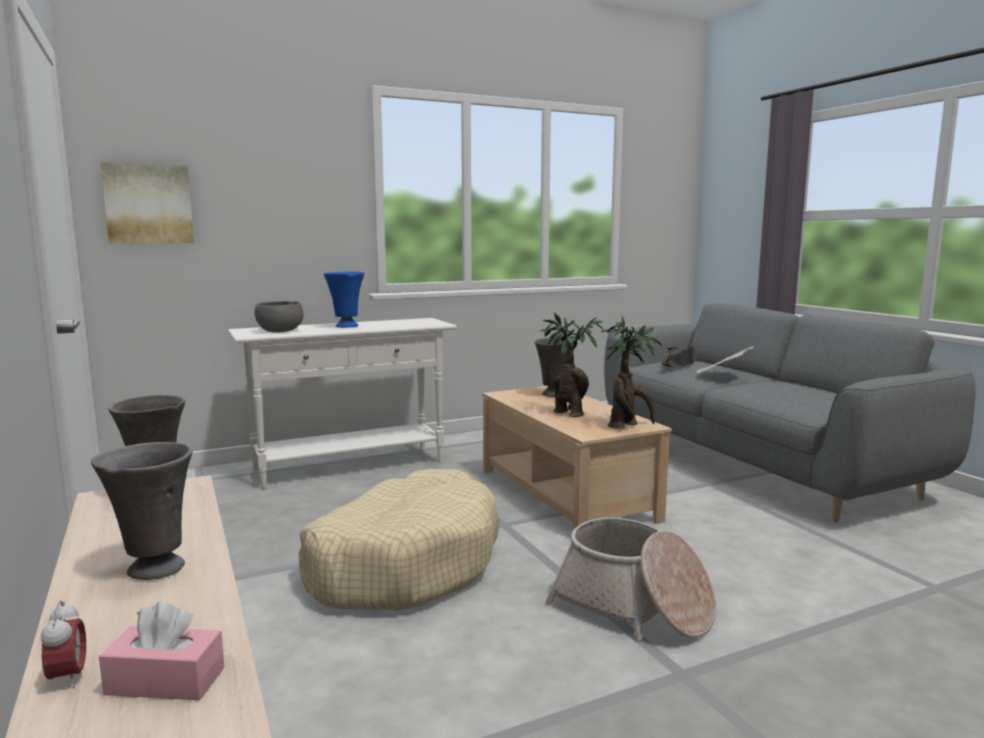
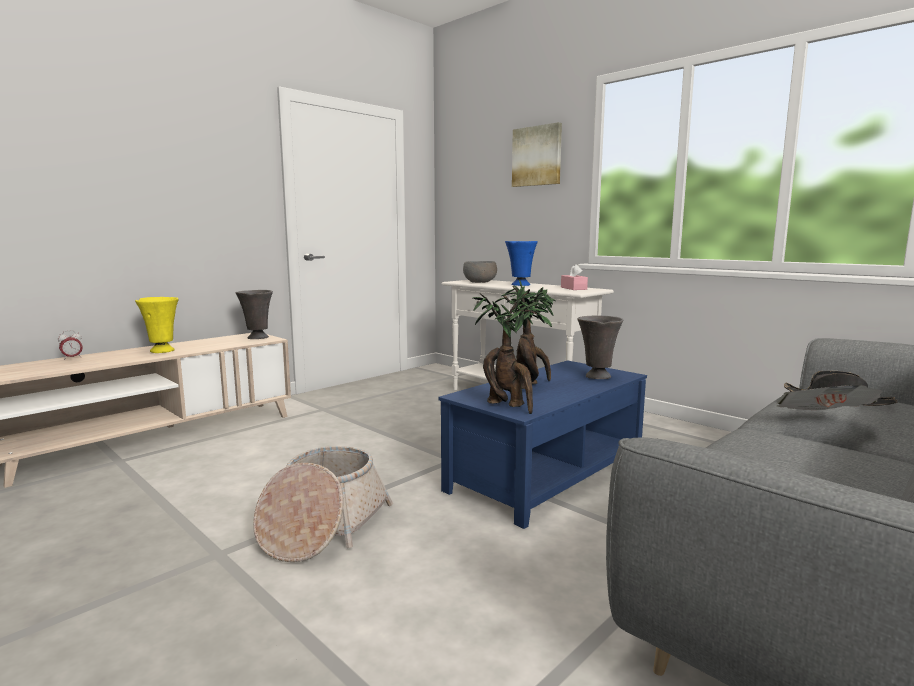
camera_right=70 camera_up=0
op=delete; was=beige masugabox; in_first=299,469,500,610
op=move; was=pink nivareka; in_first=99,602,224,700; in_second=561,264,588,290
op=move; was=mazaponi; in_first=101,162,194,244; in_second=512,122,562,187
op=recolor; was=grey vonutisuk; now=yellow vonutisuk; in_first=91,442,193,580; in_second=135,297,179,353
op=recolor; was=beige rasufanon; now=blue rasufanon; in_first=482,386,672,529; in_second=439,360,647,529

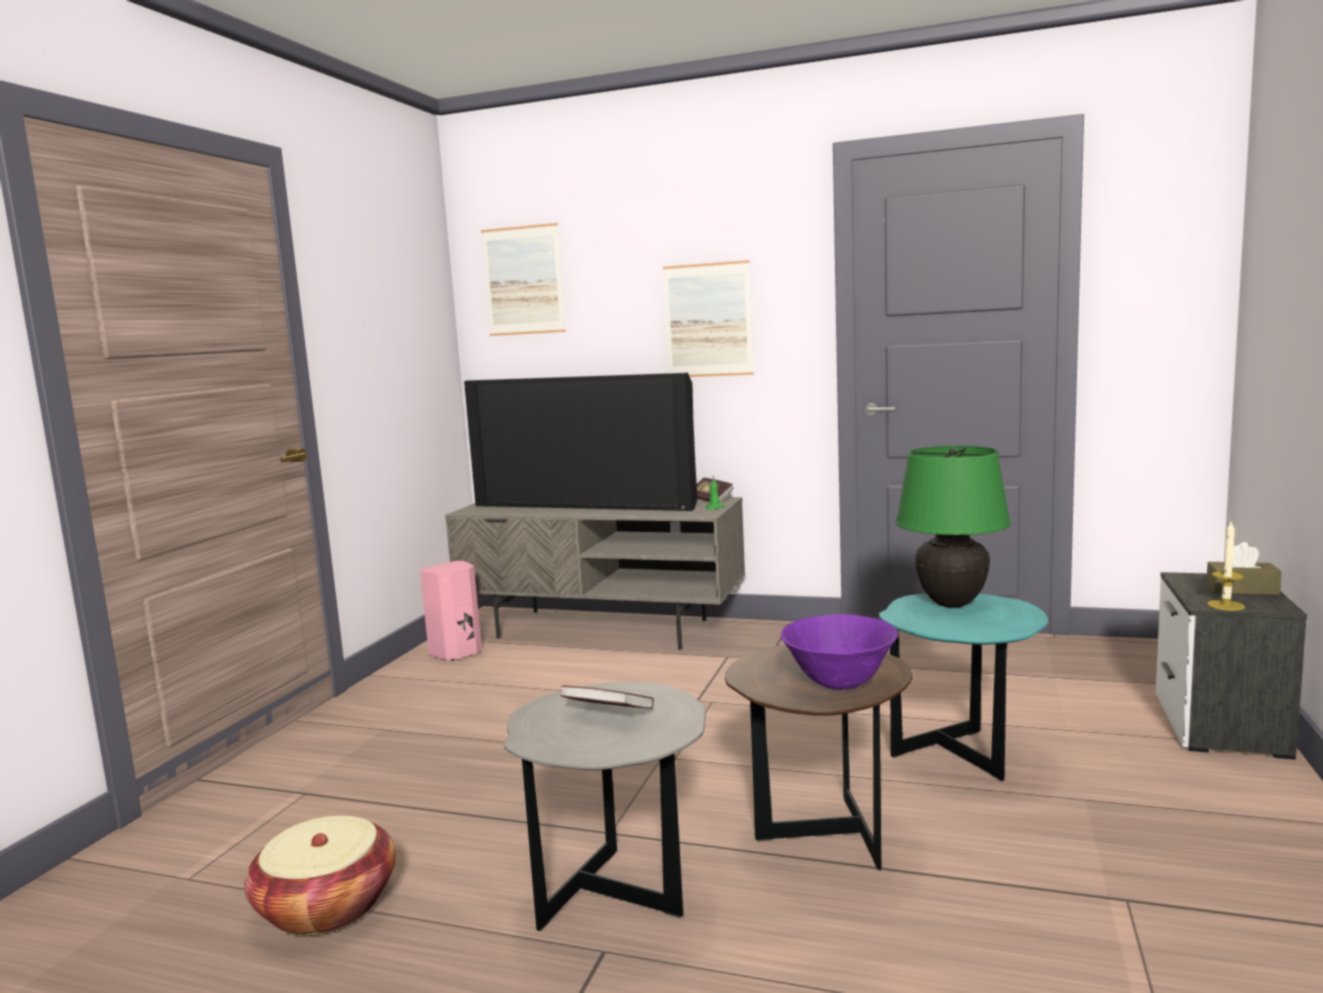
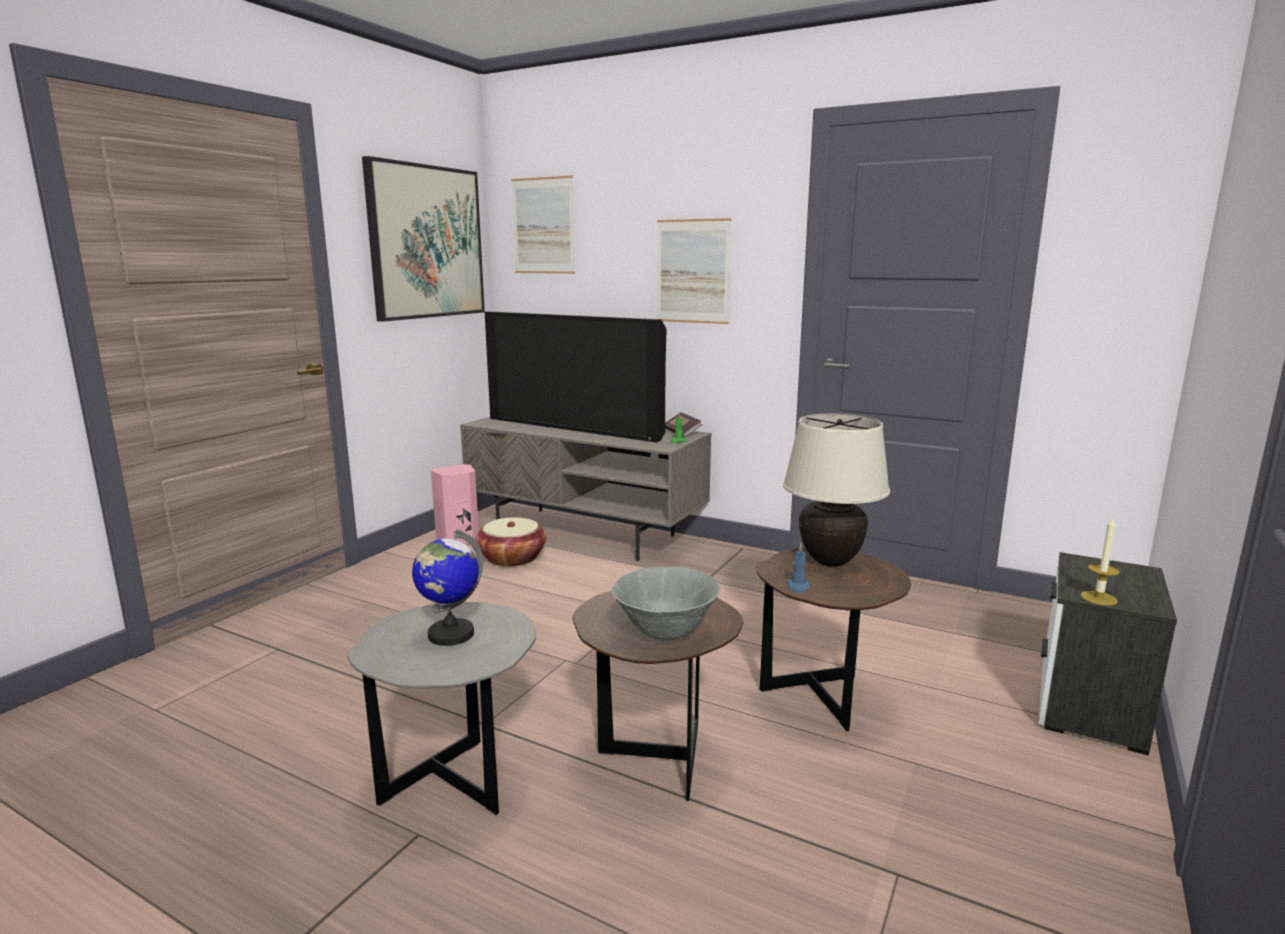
camera_right=10 camera_up=5
op=delete; was=brown nivareka; in_first=1206,542,1281,595
op=insert; now=mazaponi; in_second=362,156,485,322
op=insert; now=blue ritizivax; in_second=786,544,811,593
op=move; was=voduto; in_first=244,816,396,936; in_second=475,517,547,567
op=replace; was=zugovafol; now=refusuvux; in_first=560,685,654,709; in_second=412,529,483,646
op=recolor; was=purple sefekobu; now=grey sefekobu; in_first=781,614,898,690; in_second=611,567,720,641
op=recolor; was=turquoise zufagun; now=brown zufagun; in_first=879,593,1049,781; in_second=756,548,911,731
op=recolor; was=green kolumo; now=beige kolumo; in_first=895,446,1011,608; in_second=783,414,890,567

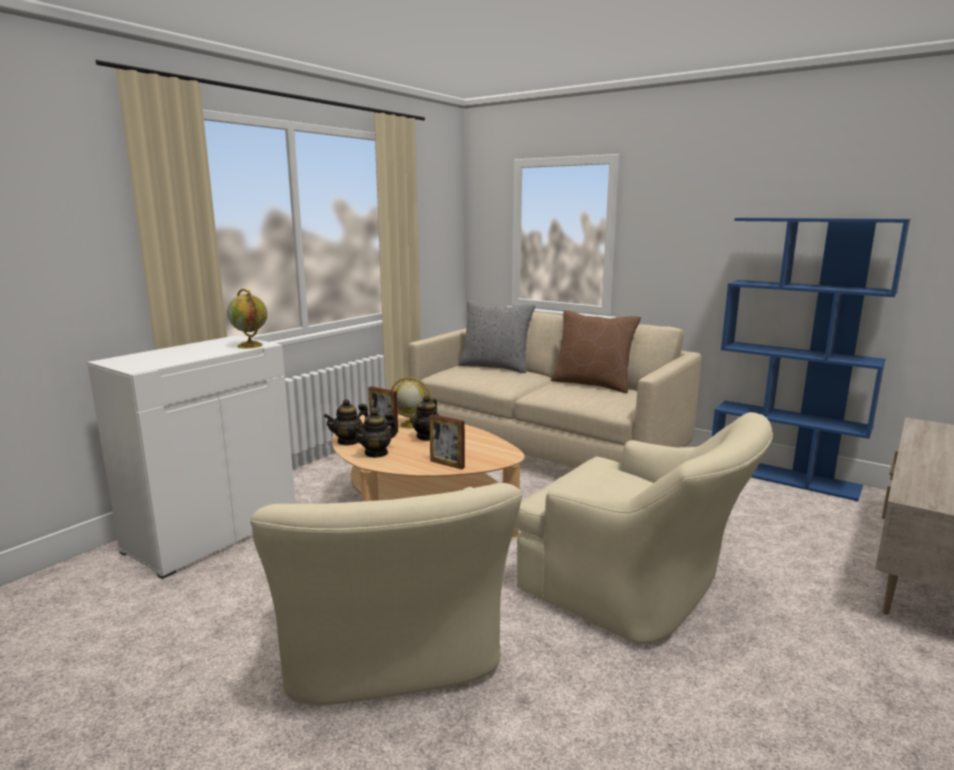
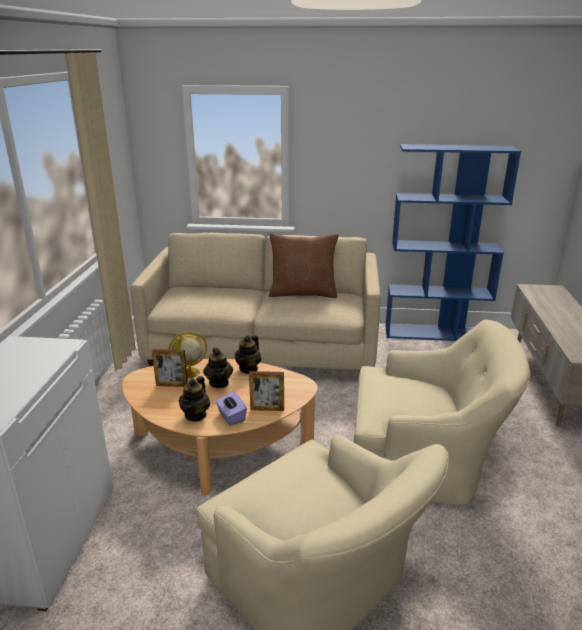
camera_right=-30 camera_up=10
op=delete; was=refusuvux; in_first=227,289,267,348
op=delete; was=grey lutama; in_first=458,301,536,373
op=insert; now=purple nivareka; in_second=216,392,247,426
op=move; was=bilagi; in_first=324,399,368,446; in_second=235,335,261,374

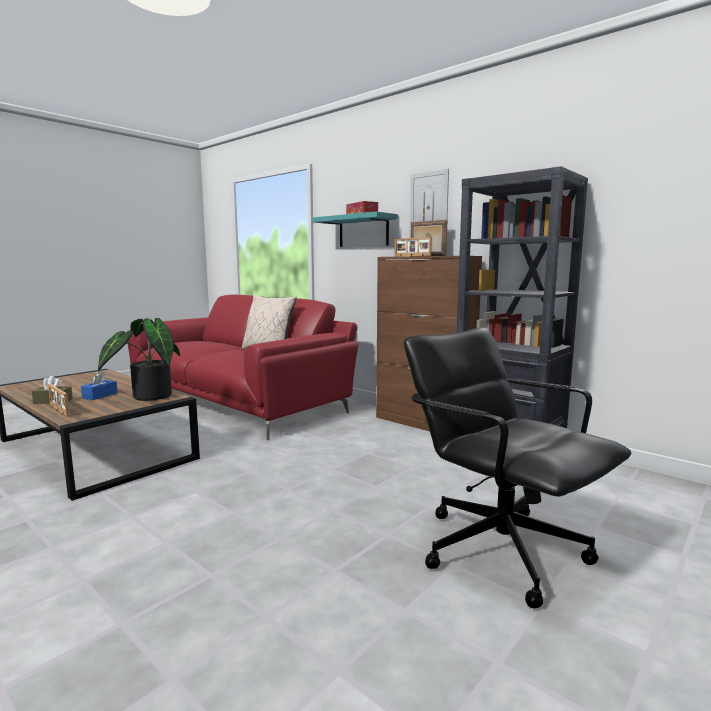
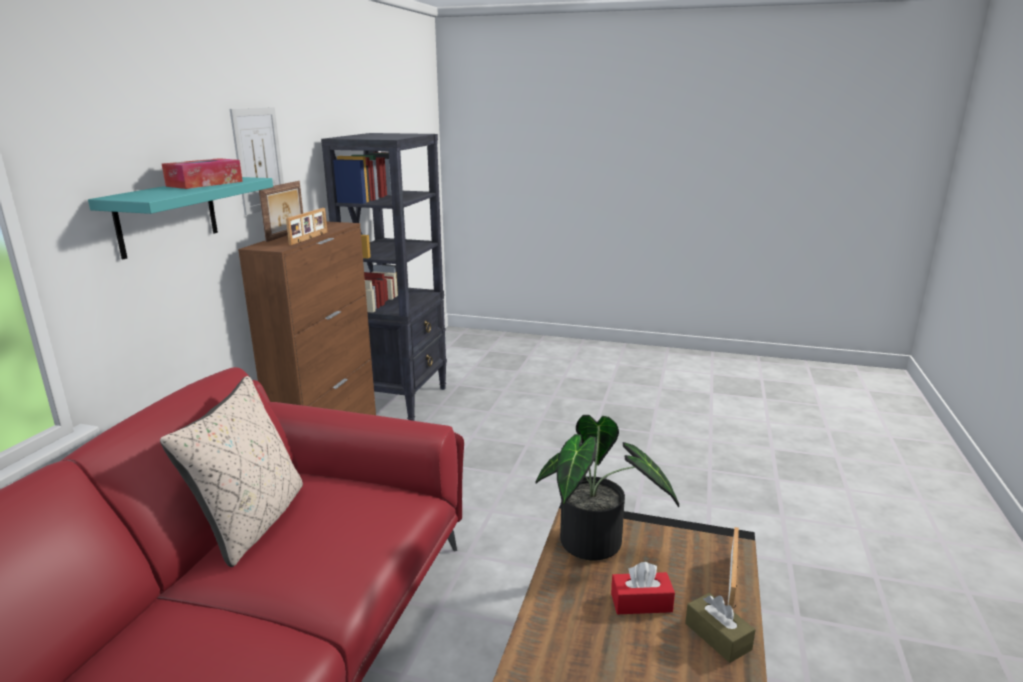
camera_right=-115 camera_up=10
op=delete; was=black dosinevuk; in_first=404,327,631,608
op=recolor; was=blue nivareka; now=red nivareka; in_first=81,372,118,400; in_second=611,562,675,614

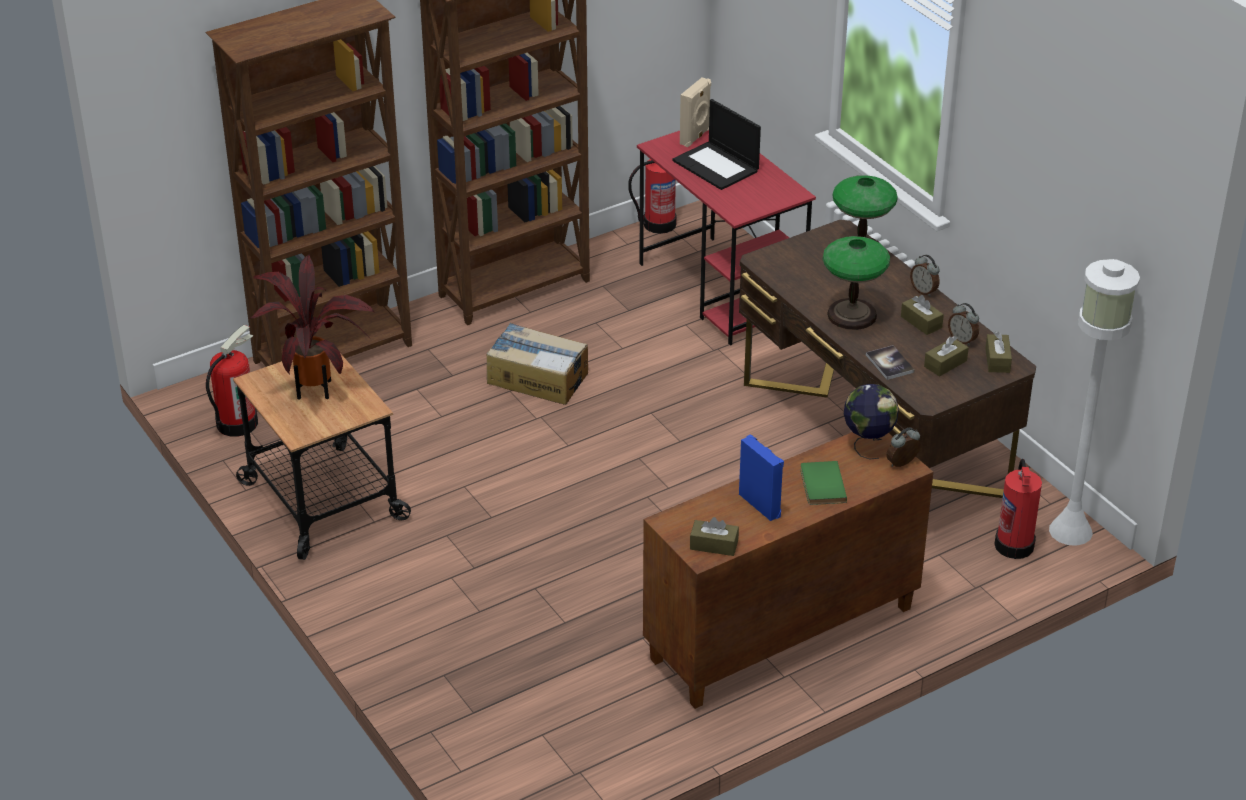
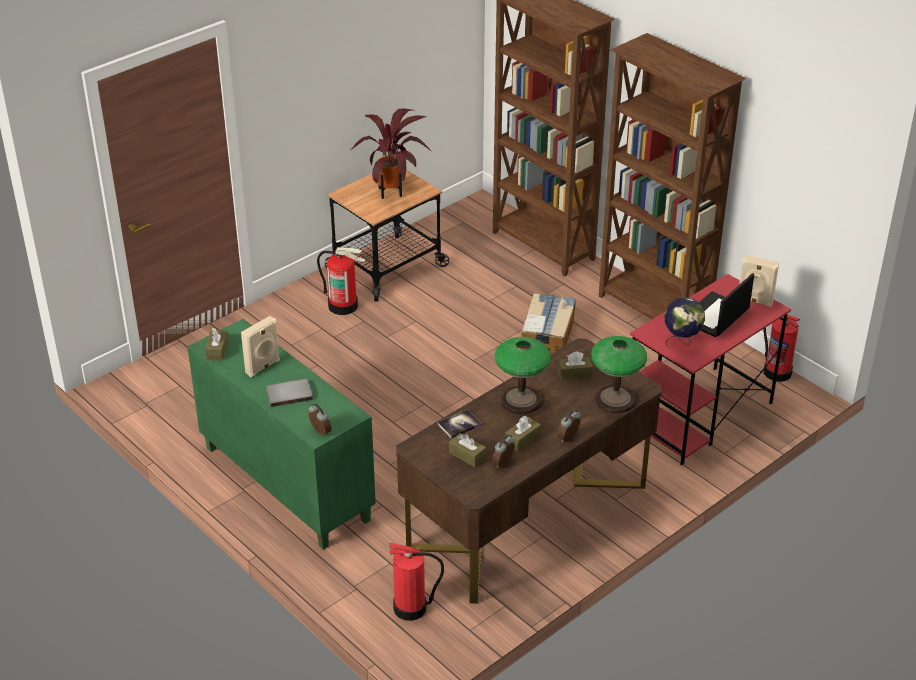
camera_right=80 camera_up=0
op=delete; was=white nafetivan; in_first=1049,259,1140,546
op=move; was=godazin; in_first=206,325,258,437; in_second=317,247,366,315
op=move; was=refusuvux; in_first=844,384,899,459; in_second=665,297,705,348
op=move; was=brown nivareka; in_first=985,331,1012,373; in_second=558,351,593,380
op=recolor; was=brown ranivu; now=green ranivu; in_first=643,432,933,709; in_second=187,319,376,550
op=recolor; was=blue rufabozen; now=beige rufabozen; in_first=739,434,784,521; in_second=241,316,280,377
op=recolor; was=green zugovafol; now=grey zugovafol; in_first=800,461,847,505; in_second=266,379,313,407

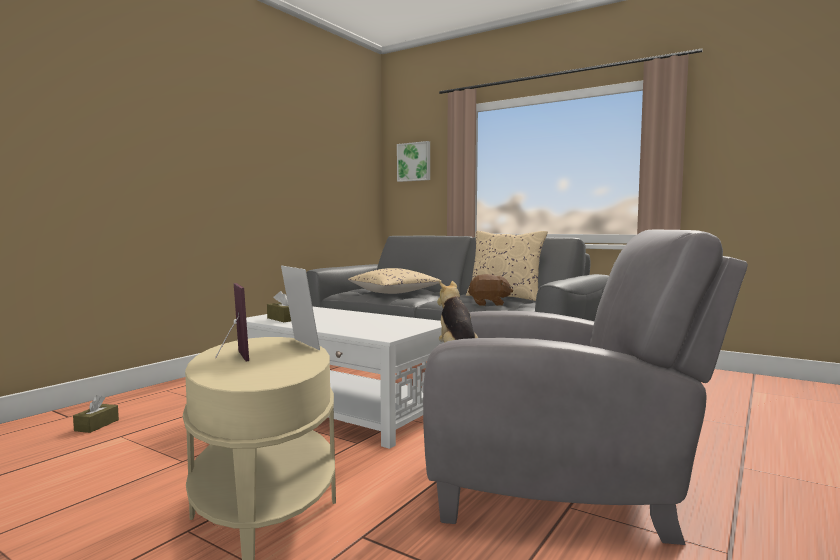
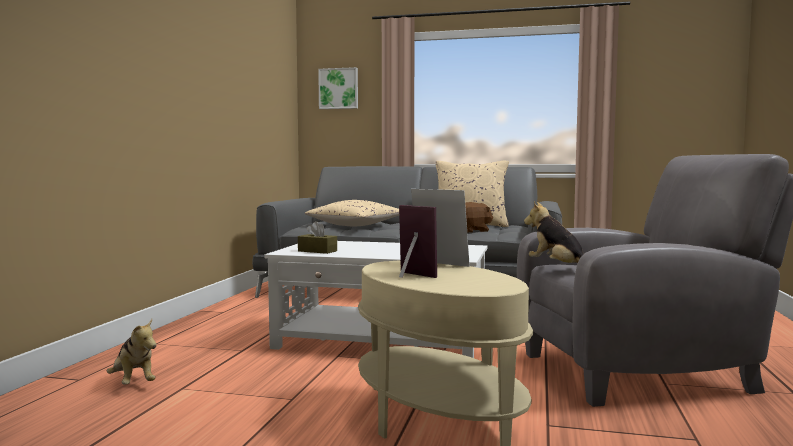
camera_right=-20 camera_up=0
op=replace; was=brown nivareka; now=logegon; in_first=73,395,119,433; in_second=107,319,157,385

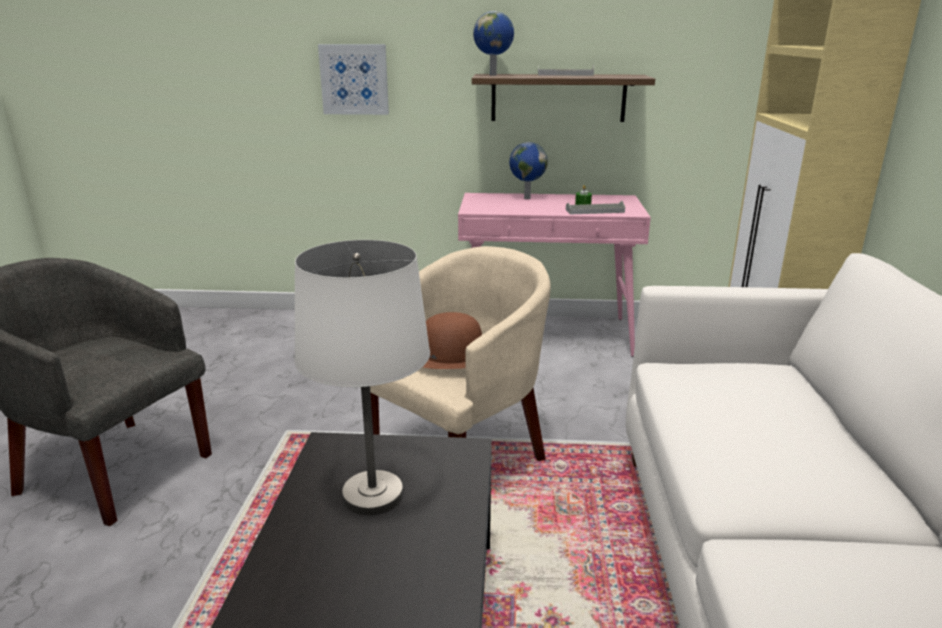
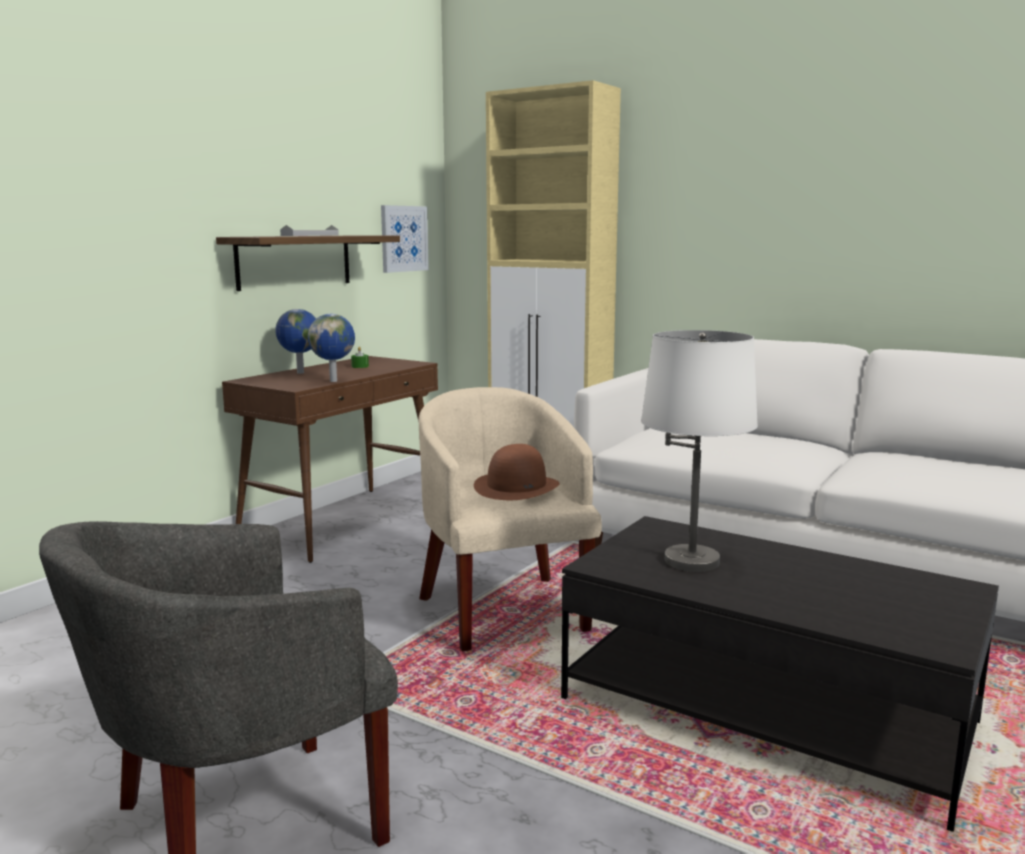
camera_right=-60 camera_up=-10
op=delete; was=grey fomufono; in_first=566,201,625,214
op=move; was=mazaponi; in_first=318,44,389,115; in_second=381,205,429,273
op=move; was=refusuvux; in_first=473,11,514,76; in_second=308,314,355,382
op=recolor; was=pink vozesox; now=brown vozesox; in_first=458,193,651,357; in_second=222,356,438,563

